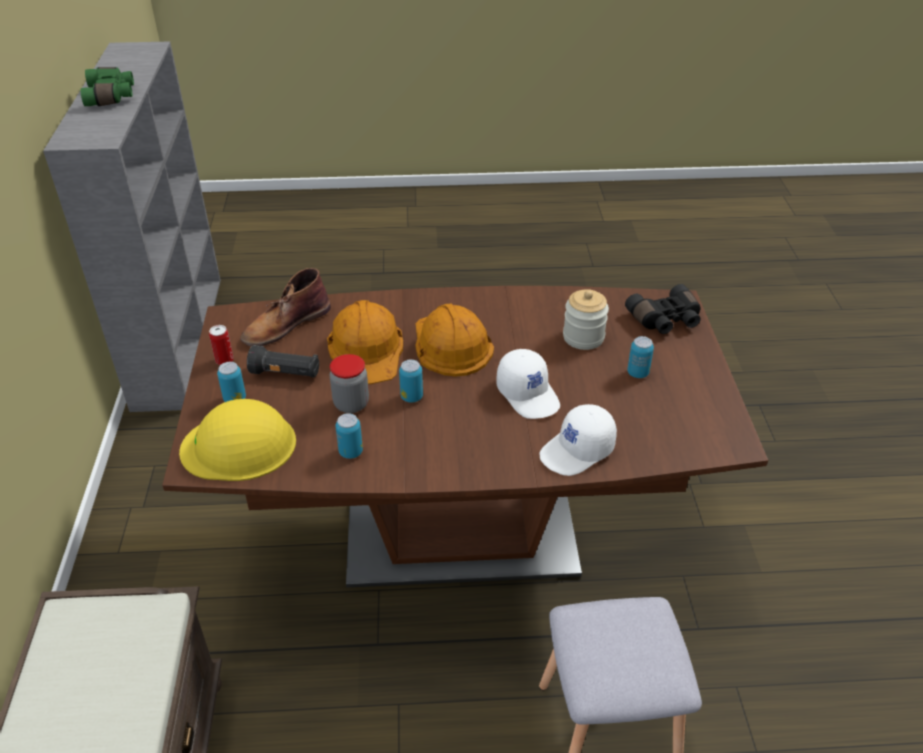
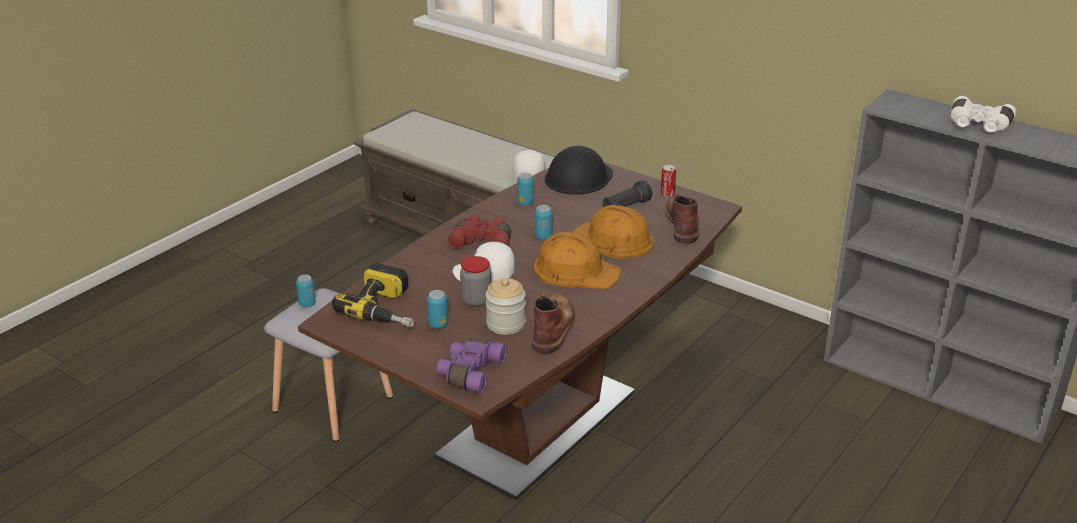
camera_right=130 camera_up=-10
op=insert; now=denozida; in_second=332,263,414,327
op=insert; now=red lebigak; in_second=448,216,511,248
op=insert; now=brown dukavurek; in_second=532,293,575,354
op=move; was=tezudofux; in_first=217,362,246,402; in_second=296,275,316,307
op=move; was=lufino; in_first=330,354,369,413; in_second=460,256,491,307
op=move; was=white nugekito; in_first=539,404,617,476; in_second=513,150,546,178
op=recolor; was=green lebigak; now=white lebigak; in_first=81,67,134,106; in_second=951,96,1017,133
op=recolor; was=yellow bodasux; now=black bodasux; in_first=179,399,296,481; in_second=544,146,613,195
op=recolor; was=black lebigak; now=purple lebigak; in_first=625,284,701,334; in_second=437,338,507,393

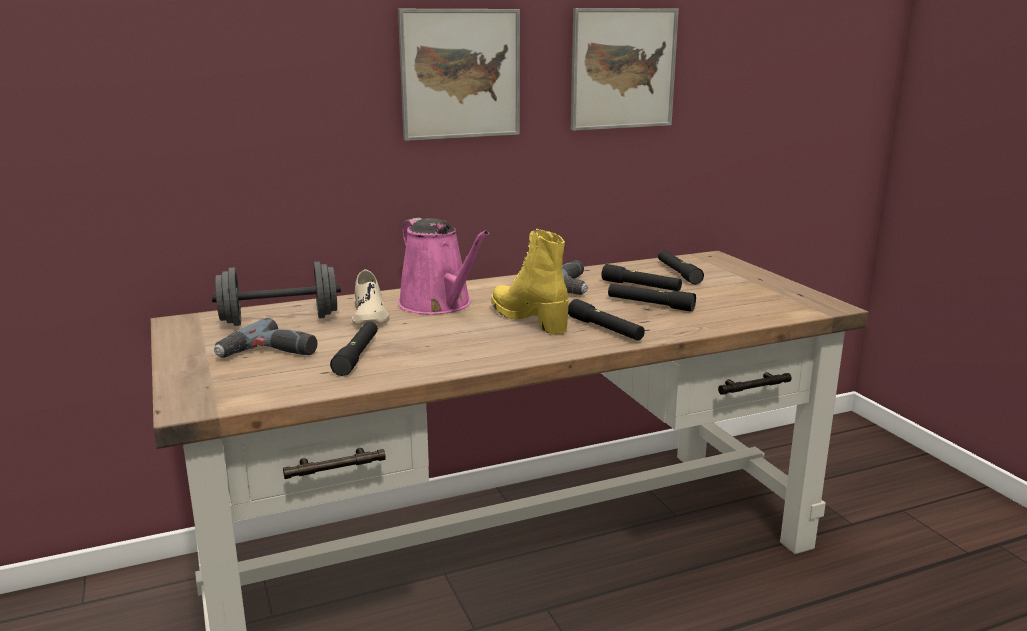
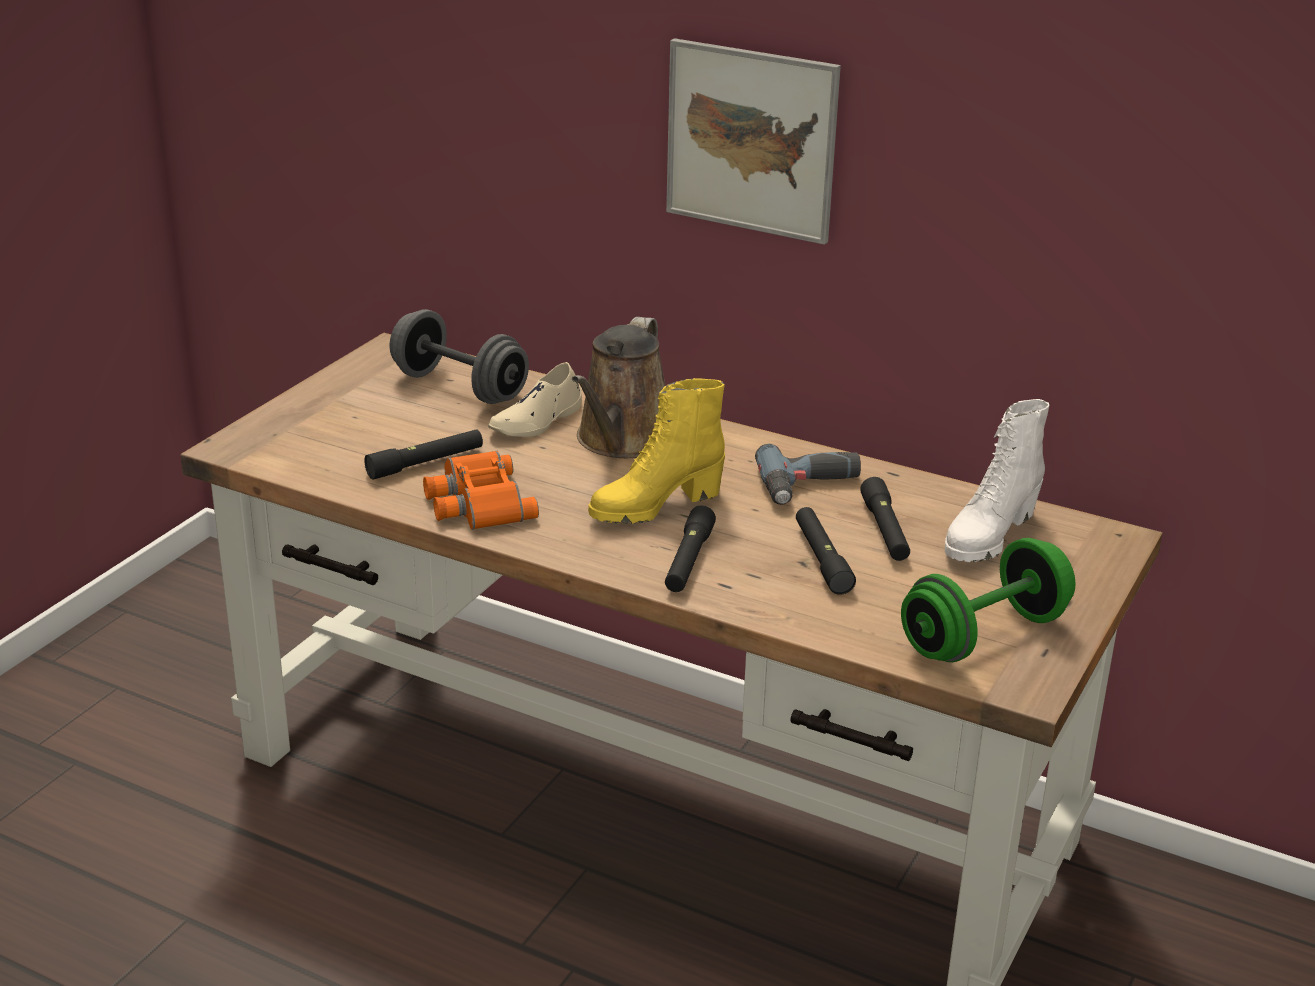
camera_right=50 camera_up=10
op=delete; was=denozida; in_first=214,318,317,358
op=delete; was=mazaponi; in_first=571,8,679,131
op=insert; now=orange lebigak; in_second=423,451,539,530
op=insert; now=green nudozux; in_second=901,538,1075,662
op=replace; was=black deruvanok; now=white dukavurek; in_first=658,250,704,284; in_second=945,399,1049,562
op=recolor; was=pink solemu; now=brown solemu; in_first=398,218,489,315; in_second=572,317,666,458
op=rotate; was=yellow dukavurek; in_first=491,229,569,335; in_second=588,378,725,524; clockwise=-135

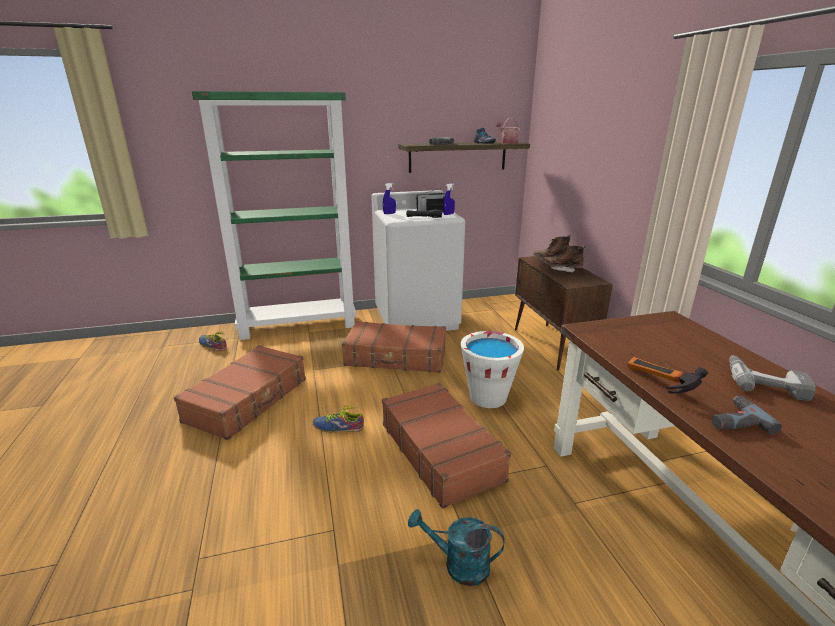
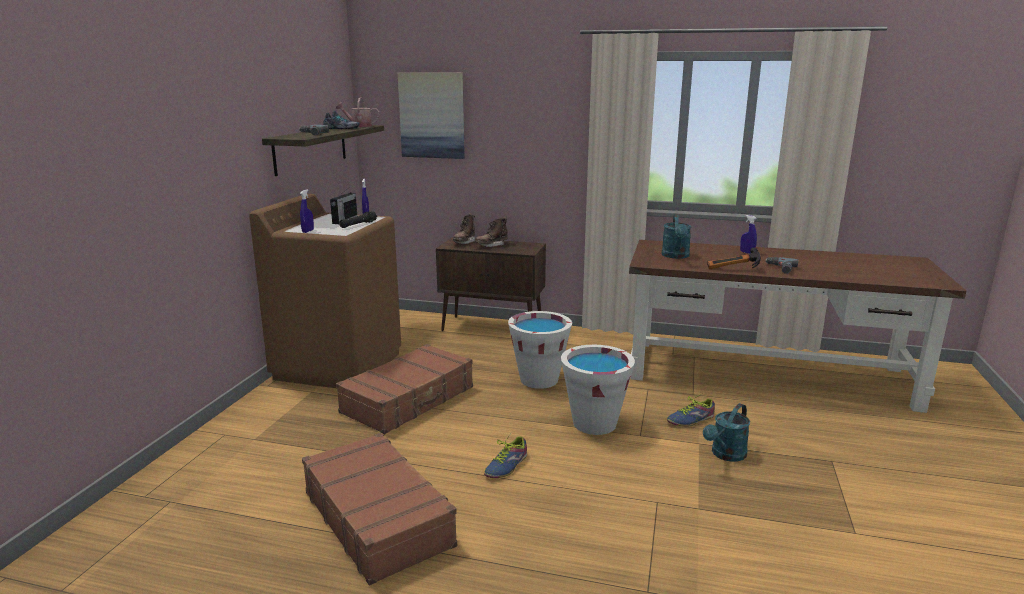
camera_right=-60 camera_up=-5
op=delete; was=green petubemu; in_first=192,91,356,340
op=insert; now=mazaponi; in_second=398,72,465,159
op=insert; now=turquoise solemu; in_second=662,215,691,259
op=move; was=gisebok; in_first=199,332,227,351; in_second=667,394,715,426
op=replace; was=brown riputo; now=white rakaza; in_first=382,383,511,509; in_second=561,345,635,435
op=replace; was=denozida; now=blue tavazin; in_first=729,355,816,401; in_second=740,215,757,254
op=recolor; was=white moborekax; now=brown moborekax; in_first=371,190,465,331; in_second=249,194,401,388

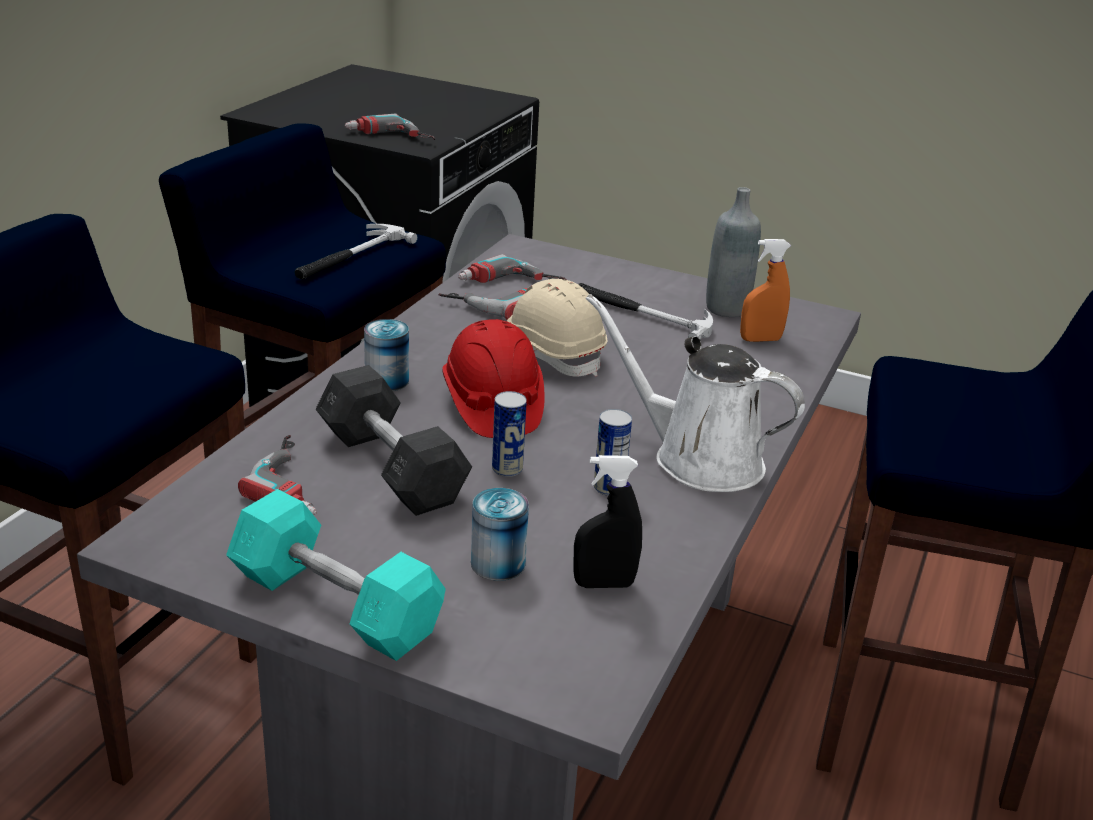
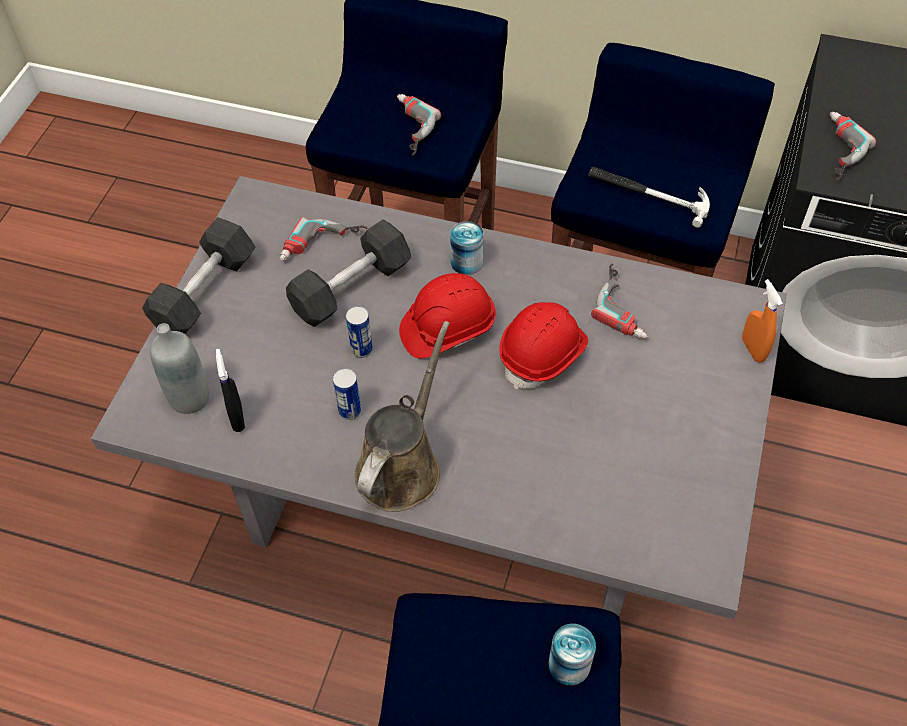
camera_right=85 camera_up=25
op=delete; was=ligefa; in_first=578,283,713,343
op=move; was=denozida; in_first=458,254,567,283; in_second=397,94,441,155
op=move; was=tezudofux; in_first=471,488,529,581; in_second=549,624,596,685
op=move; was=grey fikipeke; in_first=706,187,761,317; in_second=150,323,209,414
op=move; was=orange tavazin; in_first=740,239,791,342; in_second=742,279,783,363
op=recolor; was=turquoise nudozux; now=grey nudozux; in_first=226,489,446,661; in_second=142,217,256,334
op=recolor; was=beige bodasux; now=red bodasux; in_first=507,279,607,377; in_second=499,302,588,390
op=recolor; was=white solemu; now=brown solemu; in_first=586,294,805,492; in_second=355,321,450,512

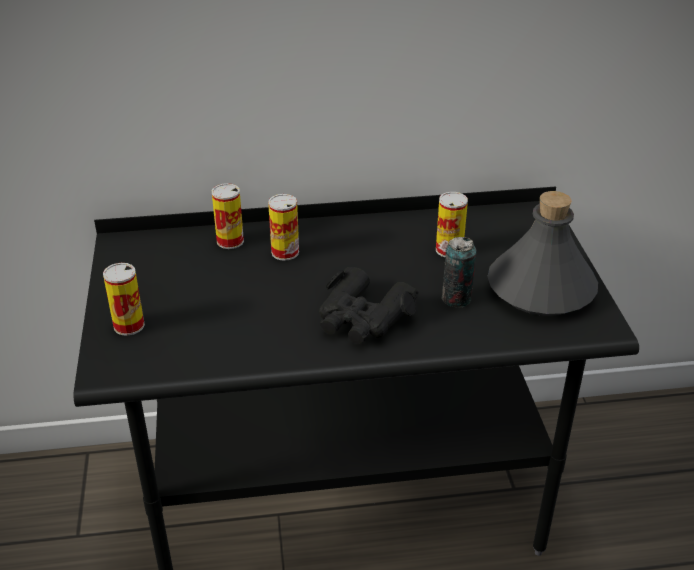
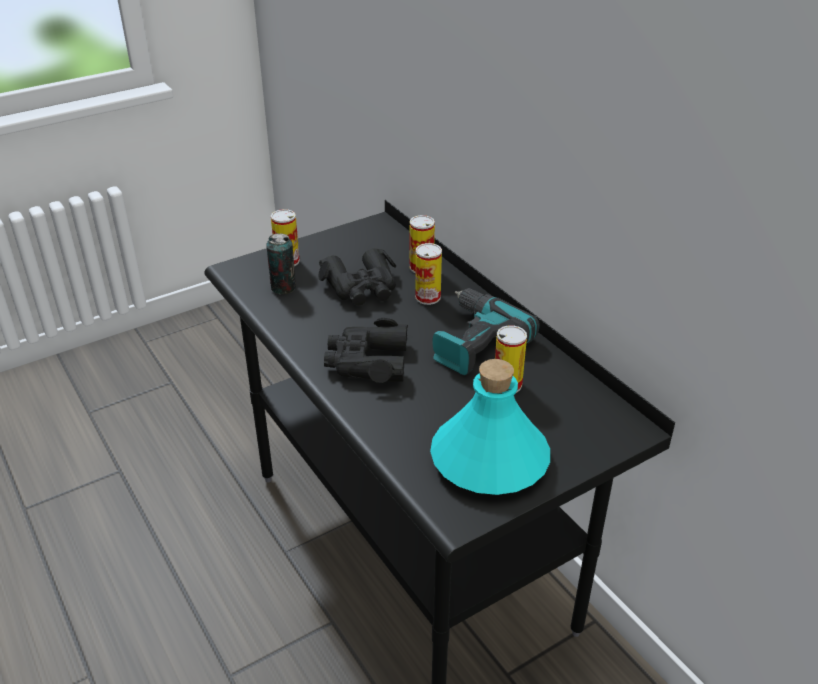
camera_right=65 camera_up=0
op=insert; now=black lebigak; in_second=318,248,396,306
op=insert; now=denozida; in_second=432,288,540,376
op=move; was=tezudofux; in_first=442,237,477,307; in_second=266,233,296,294
op=recolor; was=grey fikipeke; now=turquoise fikipeke; in_first=487,191,598,316; in_second=430,359,550,495

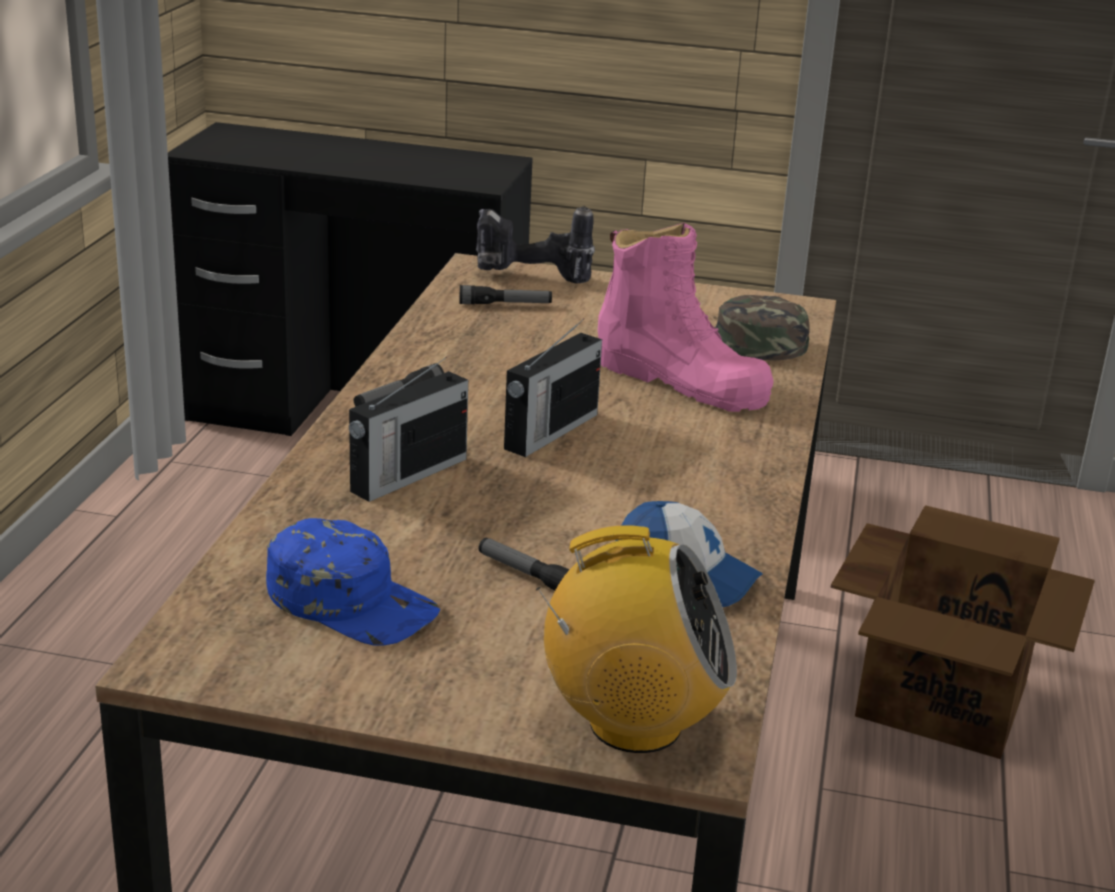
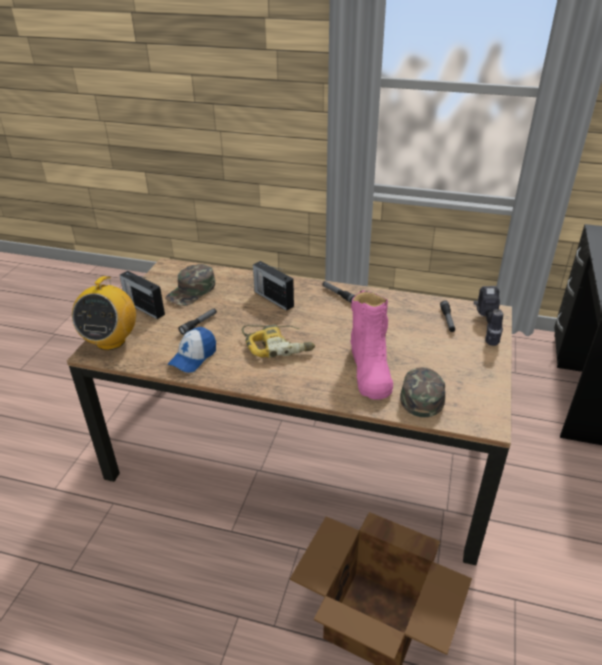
camera_right=95 camera_up=10
op=insert; now=denozida; in_second=242,324,315,358
op=move; was=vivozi; in_first=504,319,602,457; in_second=120,271,165,319
op=recolor; was=blue nugekito; now=green nugekito; in_first=266,518,440,645; in_second=165,264,215,306
op=rotate; was=pink dukavurek; in_first=598,223,773,412; in_second=350,290,393,400; clockwise=-45

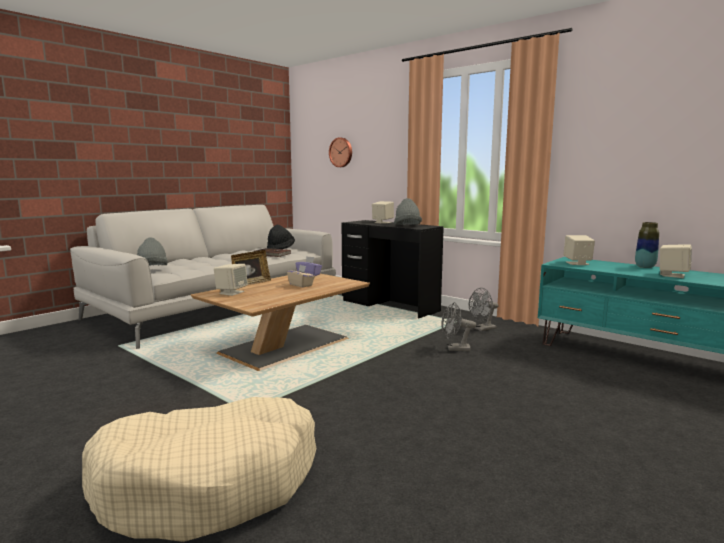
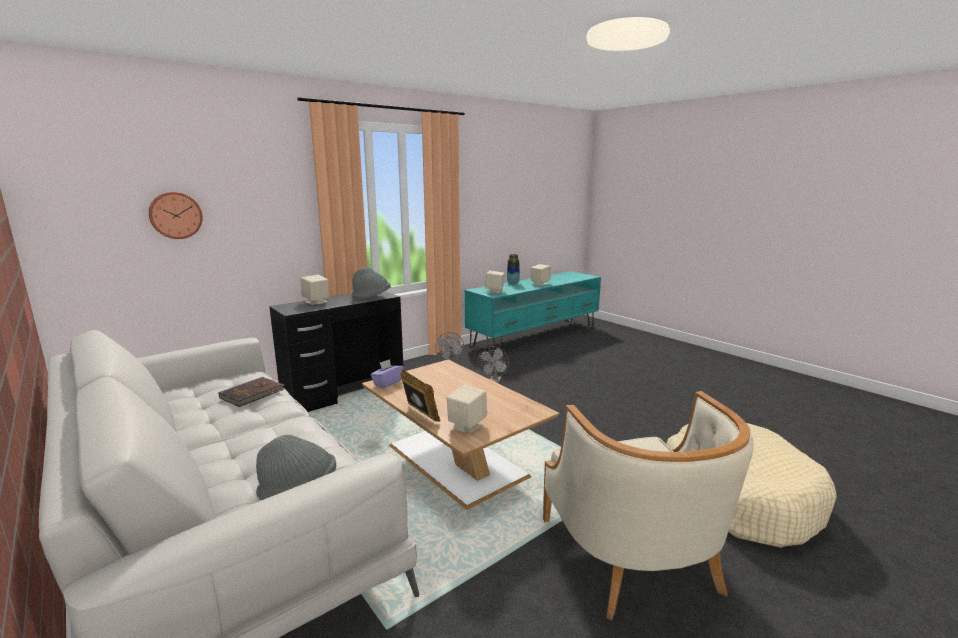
camera_right=-80 camera_up=5
op=delete; was=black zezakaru; in_first=267,225,295,249
op=delete; was=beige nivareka; in_first=287,265,315,288
op=insert; now=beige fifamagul; in_second=543,391,754,621

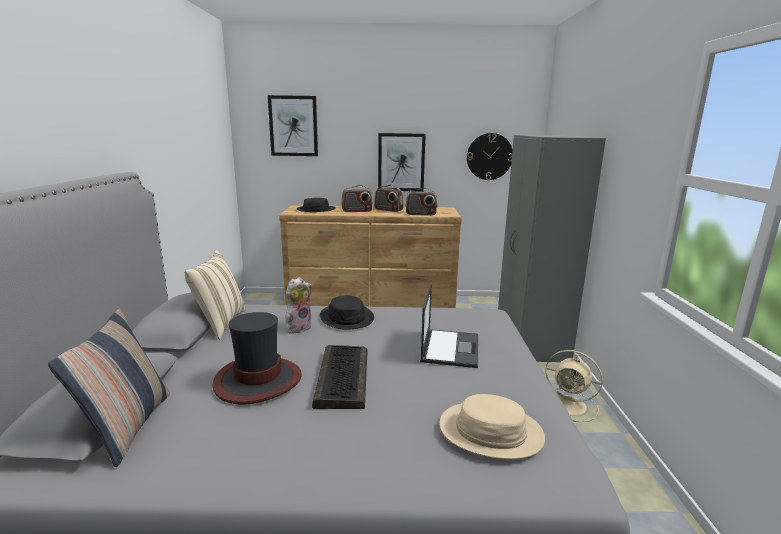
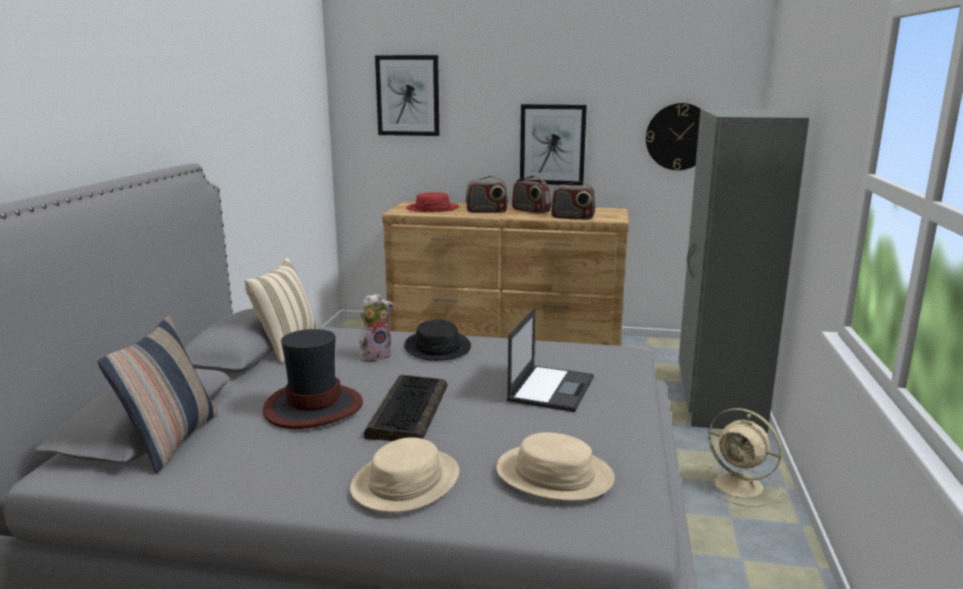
camera_right=10 camera_up=0
op=insert; now=beige zezakaru; in_second=350,438,459,512
op=recolor; was=black zezakaru; now=red zezakaru; in_first=296,198,336,212; in_second=406,192,459,212

